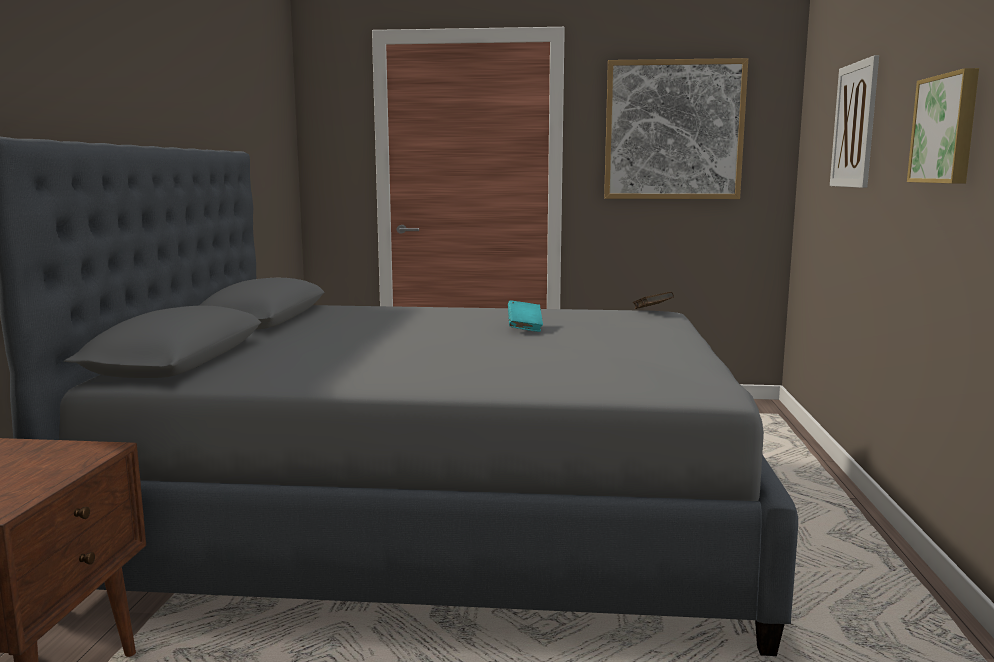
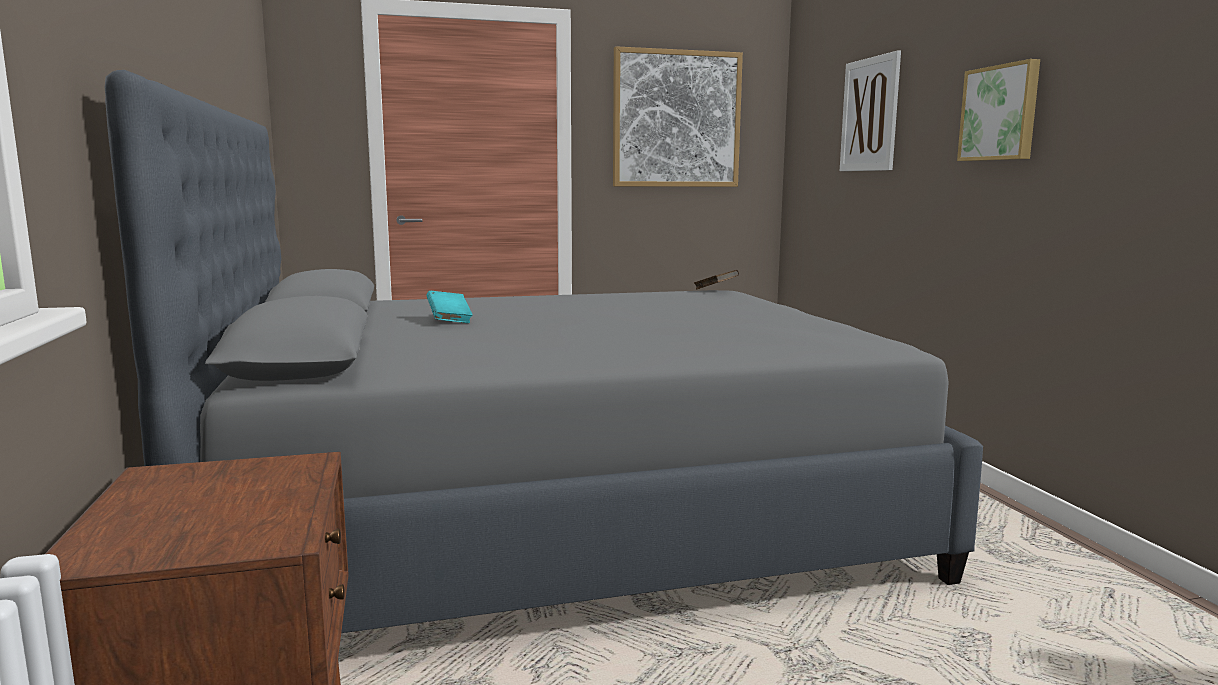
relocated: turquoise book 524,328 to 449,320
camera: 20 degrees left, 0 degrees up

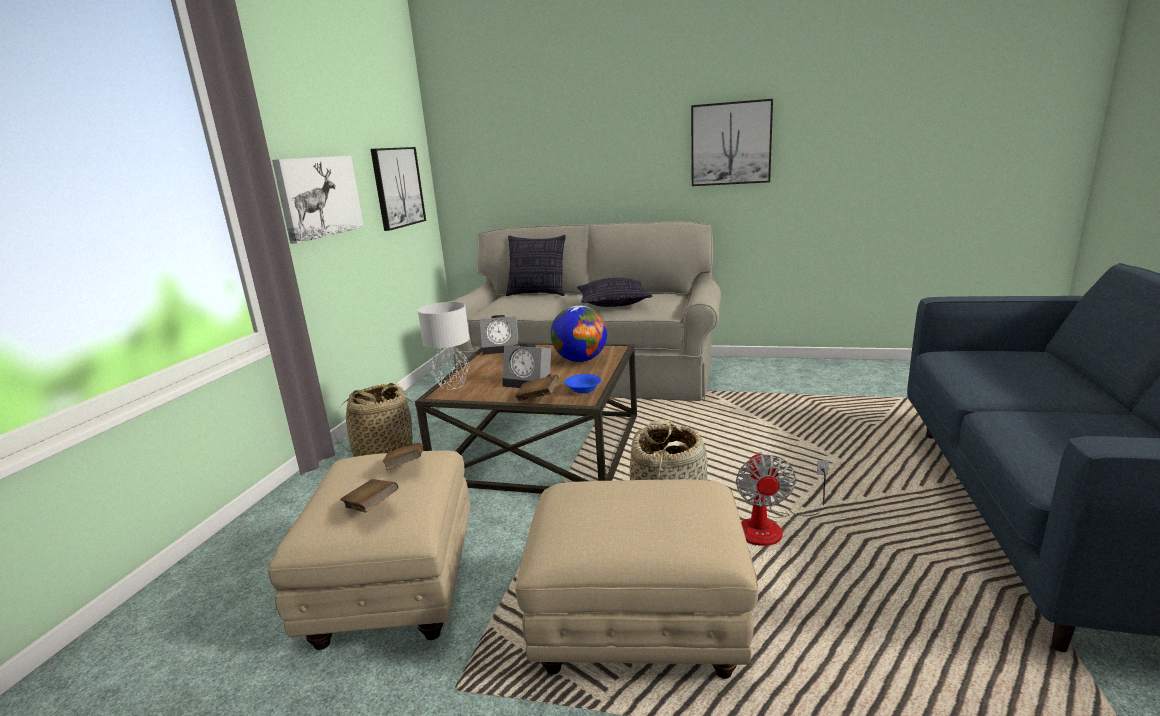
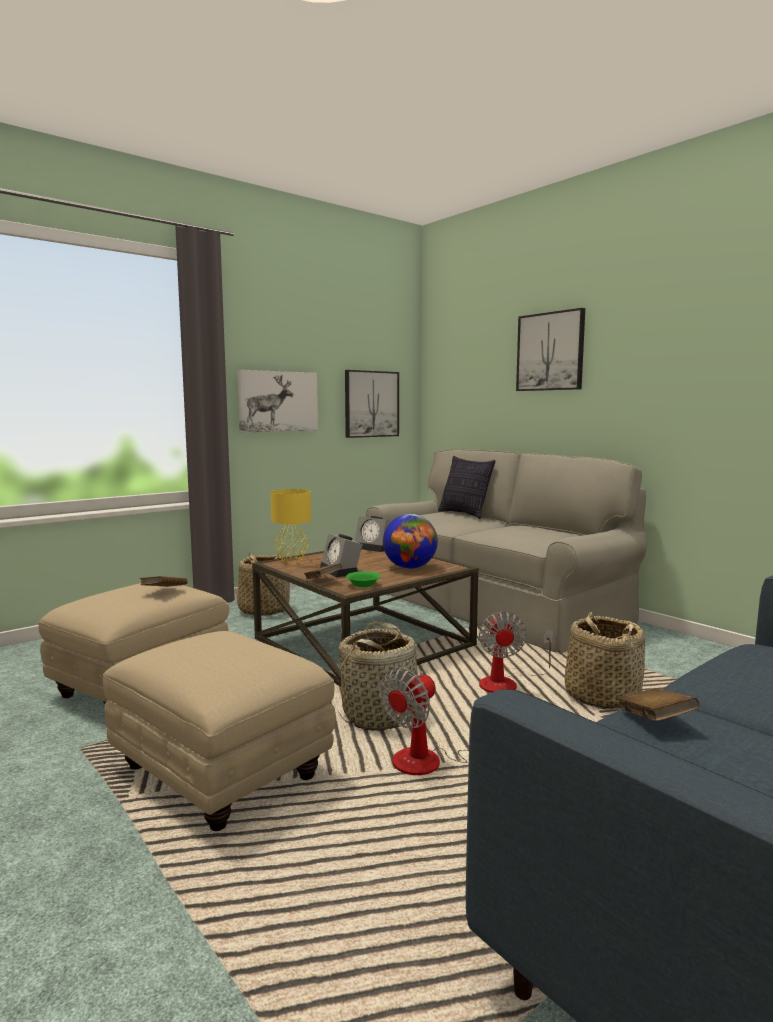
missing: pillow 613,303
appeared: fan 507,683; basket 601,697
relocated: picture 731,143 to 550,351; brown book 371,508 to 655,721
colour: grey table lamp 452,385 to yellow table lamp 291,560; blue bowl 583,390 to green bowl 364,585
camera: 35 degrees right, 10 degrees down

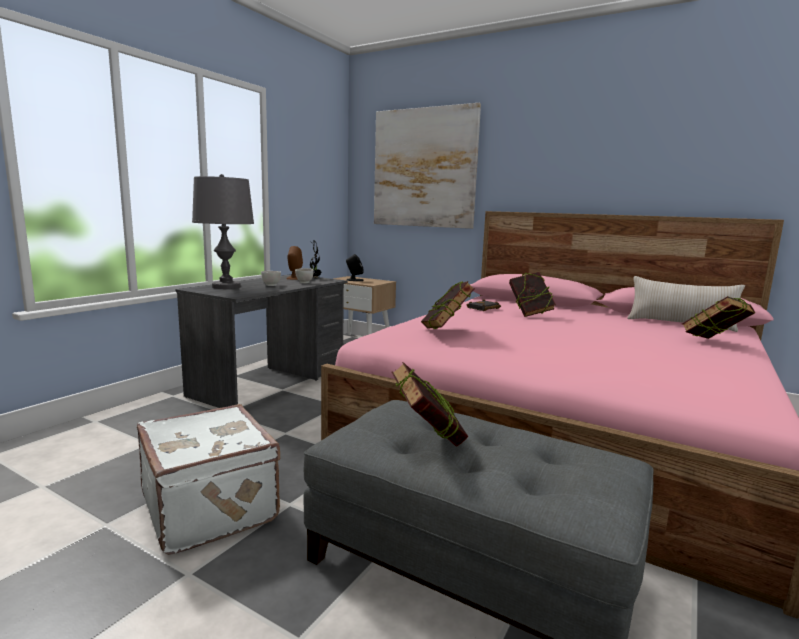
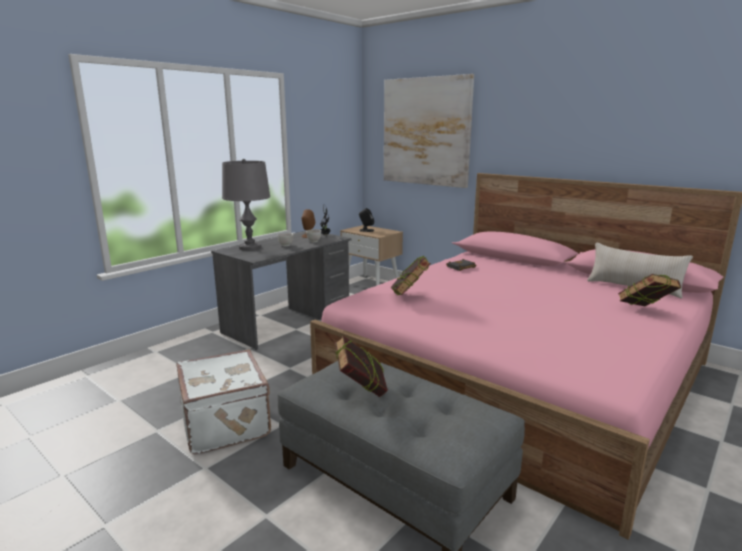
missing: book 530,314
camera: 10 degrees right, 5 degrees up

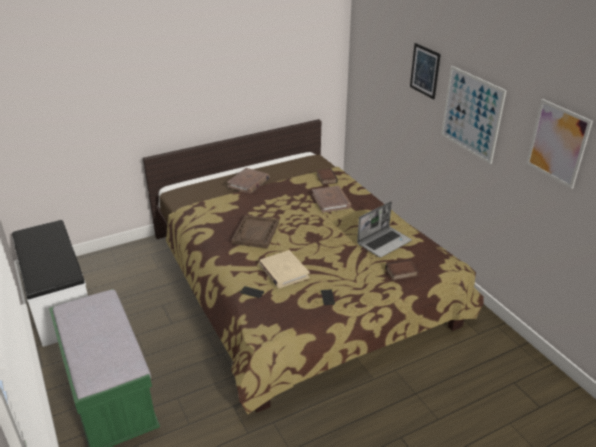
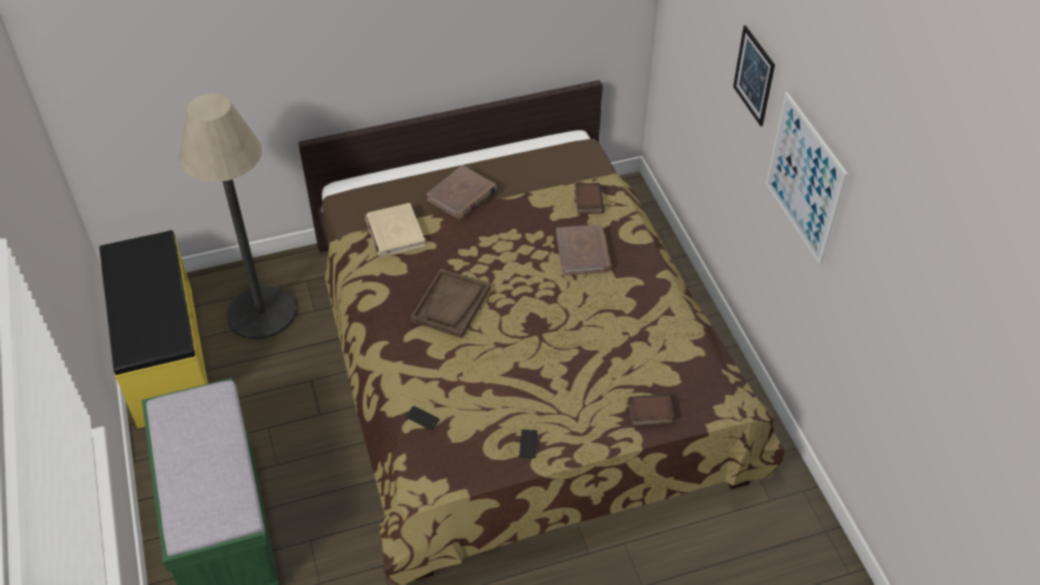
missing: laptop 384,242; picture 557,143
appeared: floor lamp 261,313
relocated: beige book 283,271 to 395,233
colour: white bench 59,303 to yellow bench 164,356
camera: 10 degrees right, 15 degrees up

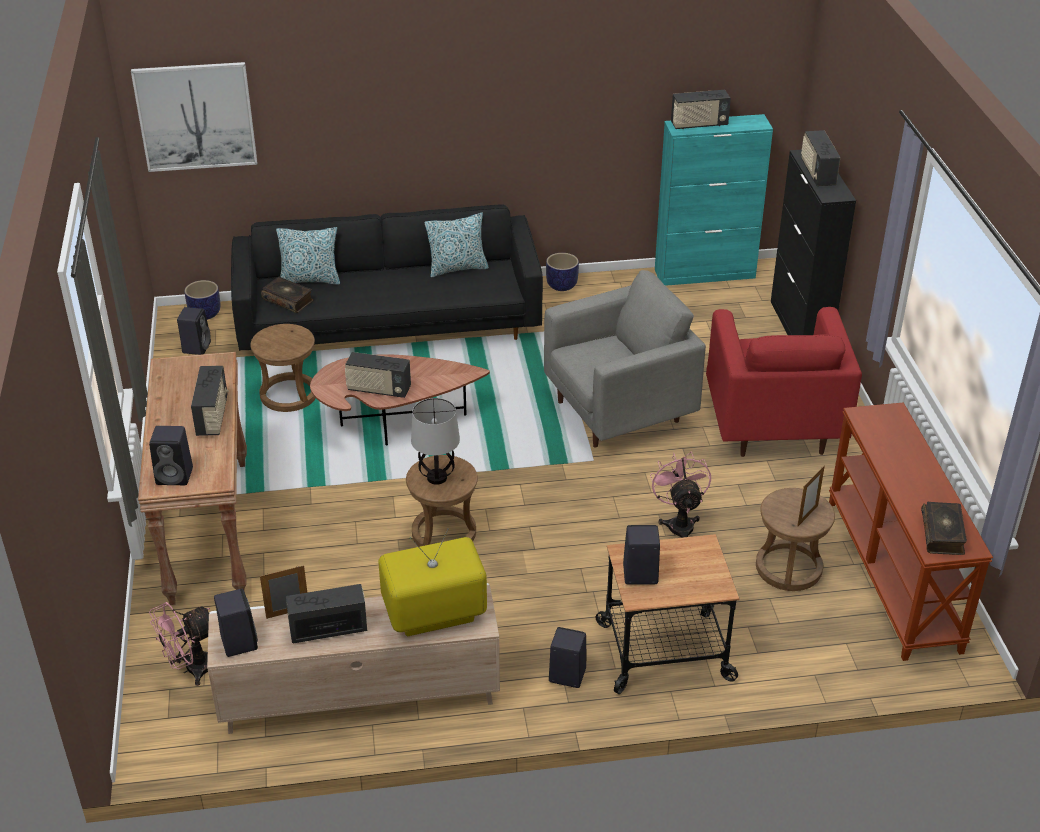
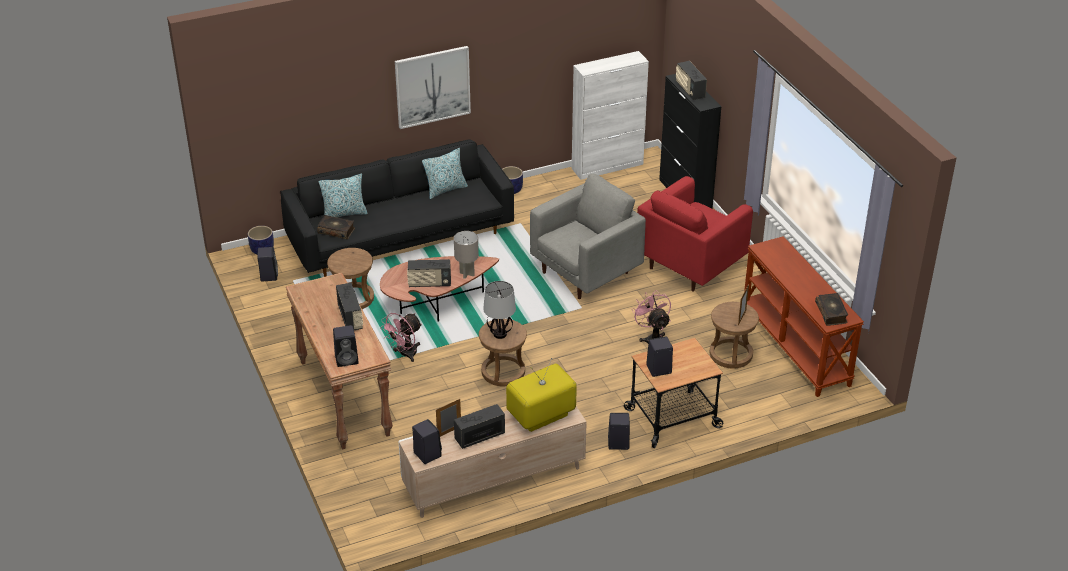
missing: radio 699,124
appeared: grey table lamp 467,274
relocated: pink fan 192,669 to 404,354; picture 196,116 to 432,86
colour: turquoise cabinet 705,274 to white cabinet 608,166
spun: red armchair 773,426 = 690,265 60 degrees clockwise
camera: 15 degrees left, 0 degrees up

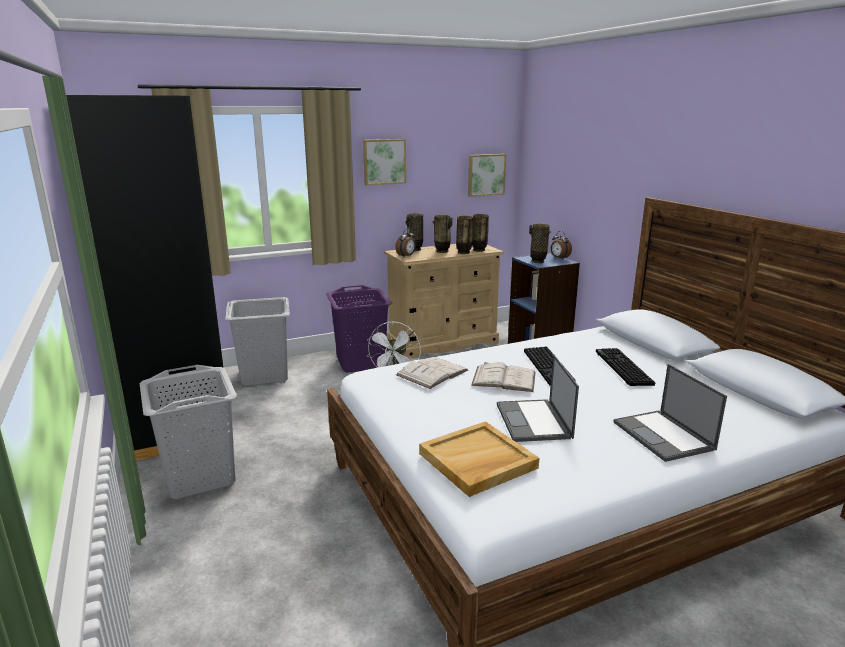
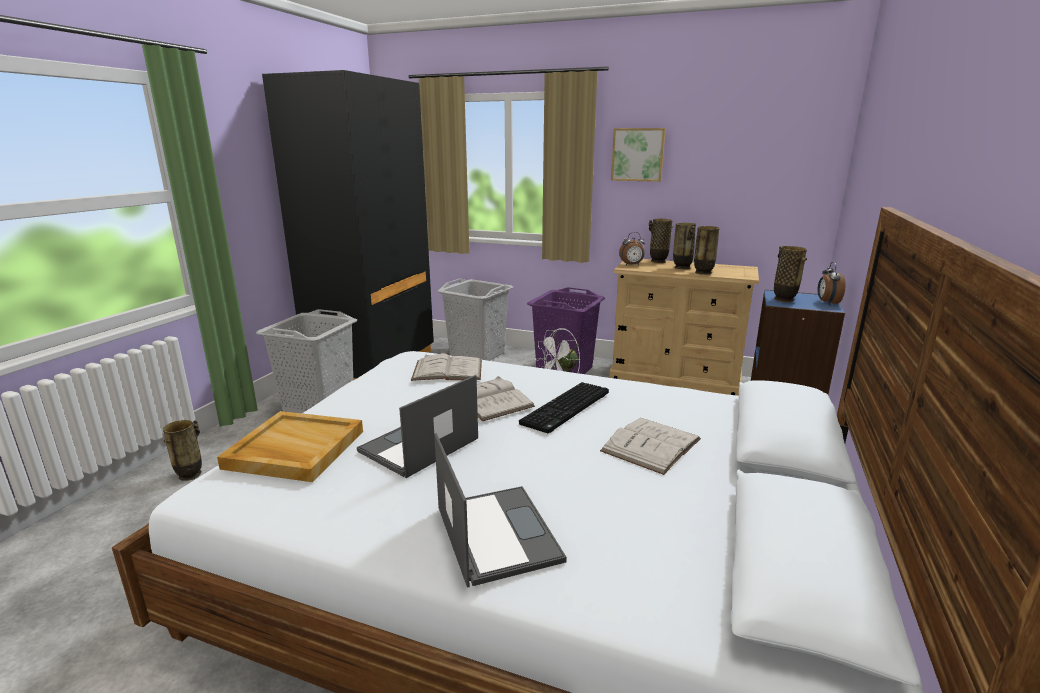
missing: picture 485,174
relocated: vase 479,250 to 190,475
exchanged: keyboard 621,367 to white book 651,445
spun: laptop 664,436 = 496,532 135 degrees clockwise
camera: 45 degrees right, 0 degrees up

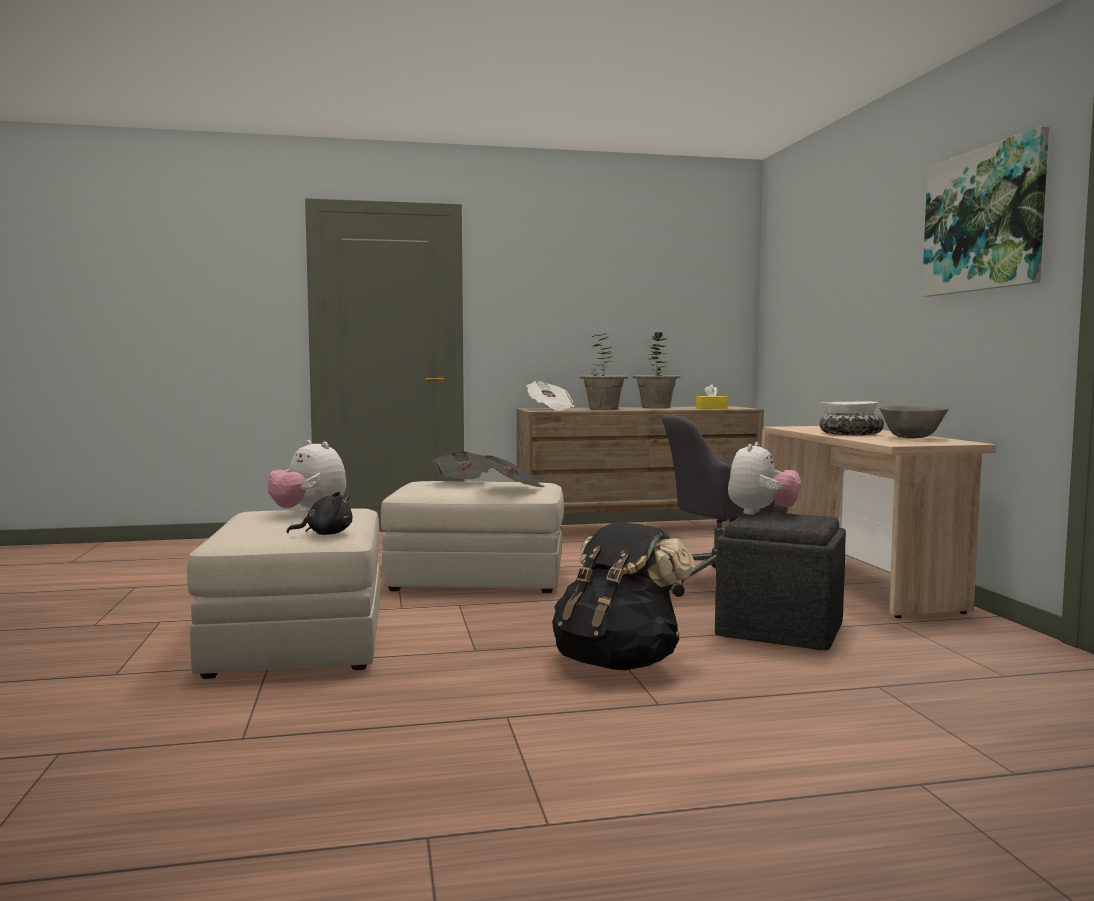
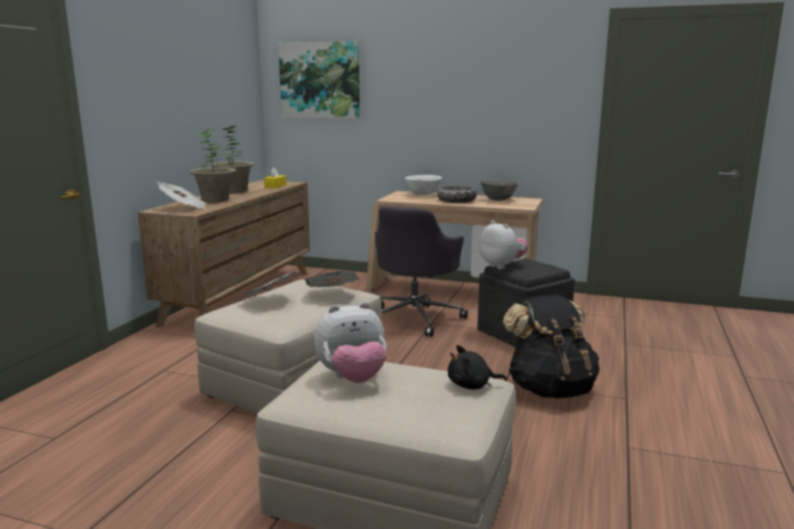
relocated: picture 984,220 to 320,80
spun: black plush toy 325,534 = 472,385 105 degrees counterclockwise
camera: 60 degrees left, 10 degrees up

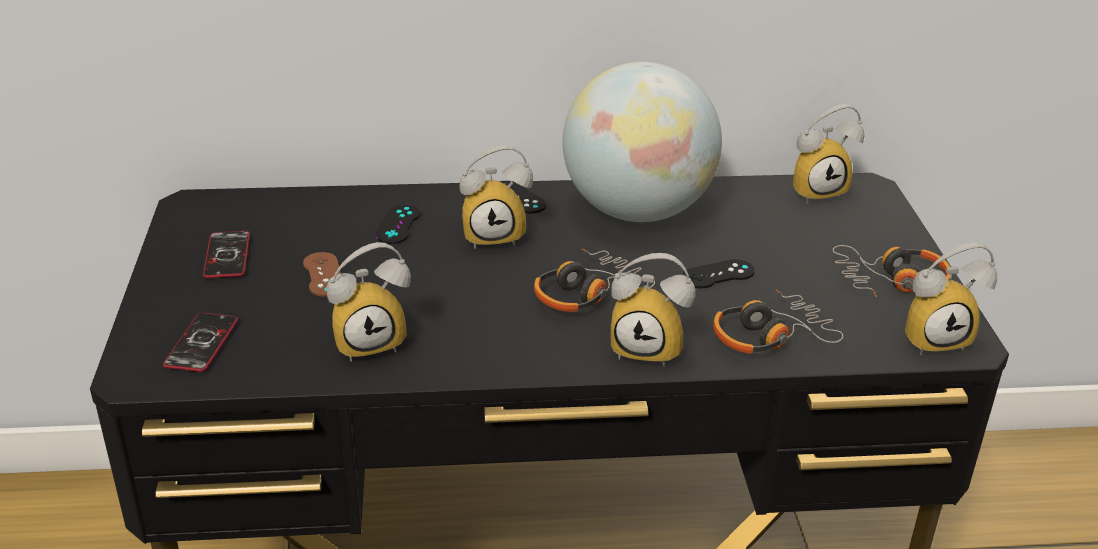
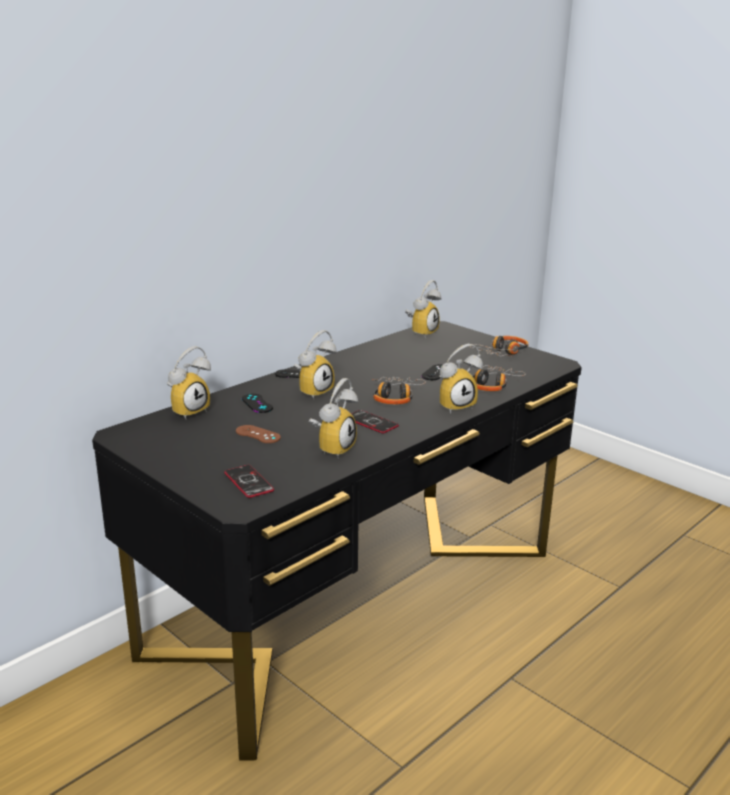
missing: globe 637,211
relocated: alarm clock 934,337 to 188,410; phone 227,256 to 371,422
camera: 40 degrees left, 10 degrees down

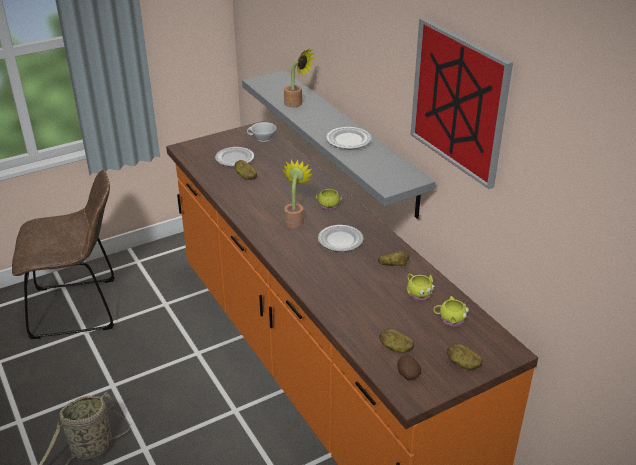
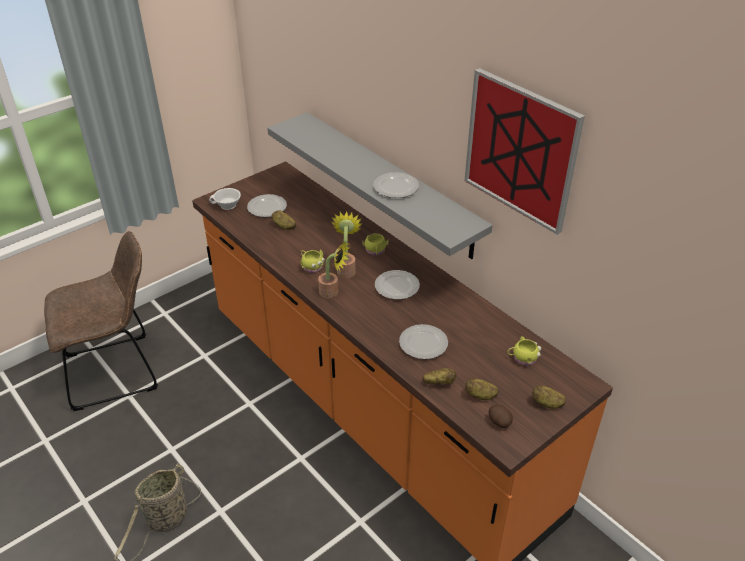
appeared: plate 422,343
relocated: white cup 262,138 to 227,205; yellow mug 418,293 to 311,266; potted plant 296,104 to 332,293; potato 393,265 to 439,383
camera: 10 degrees left, 5 degrees up

